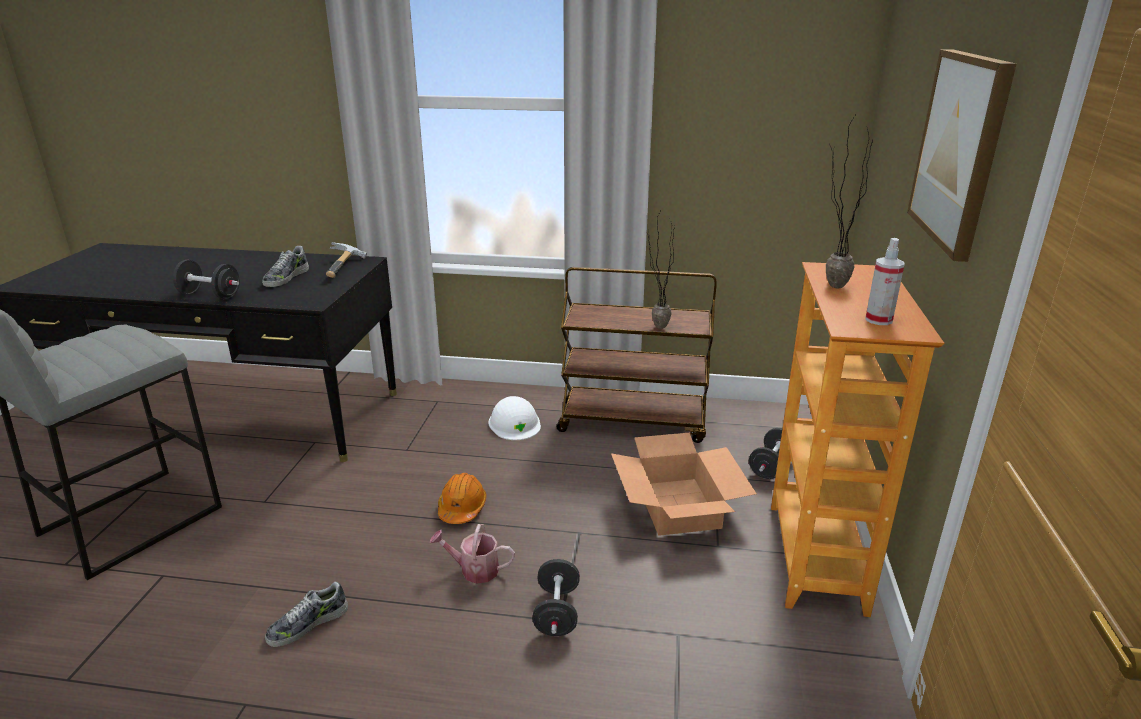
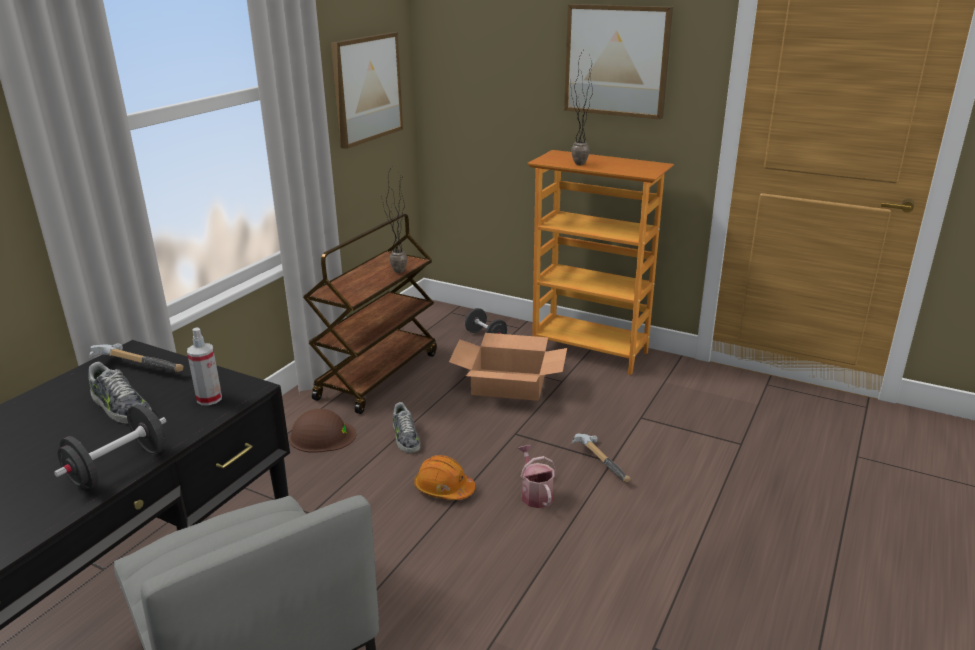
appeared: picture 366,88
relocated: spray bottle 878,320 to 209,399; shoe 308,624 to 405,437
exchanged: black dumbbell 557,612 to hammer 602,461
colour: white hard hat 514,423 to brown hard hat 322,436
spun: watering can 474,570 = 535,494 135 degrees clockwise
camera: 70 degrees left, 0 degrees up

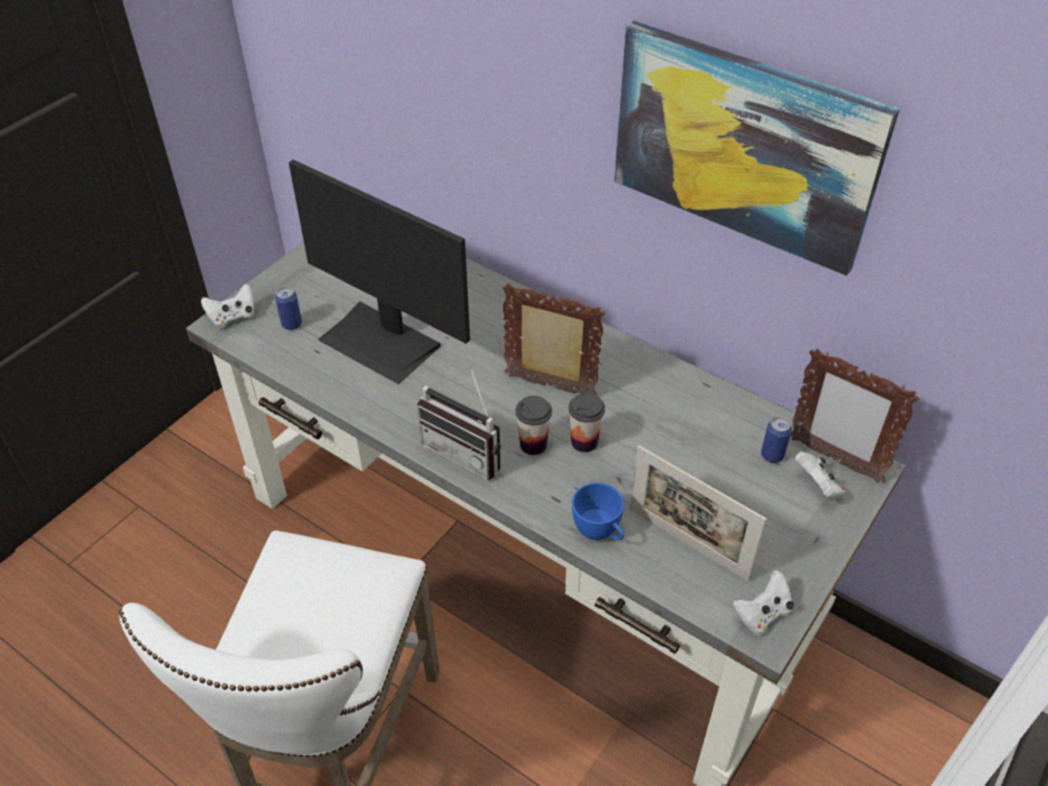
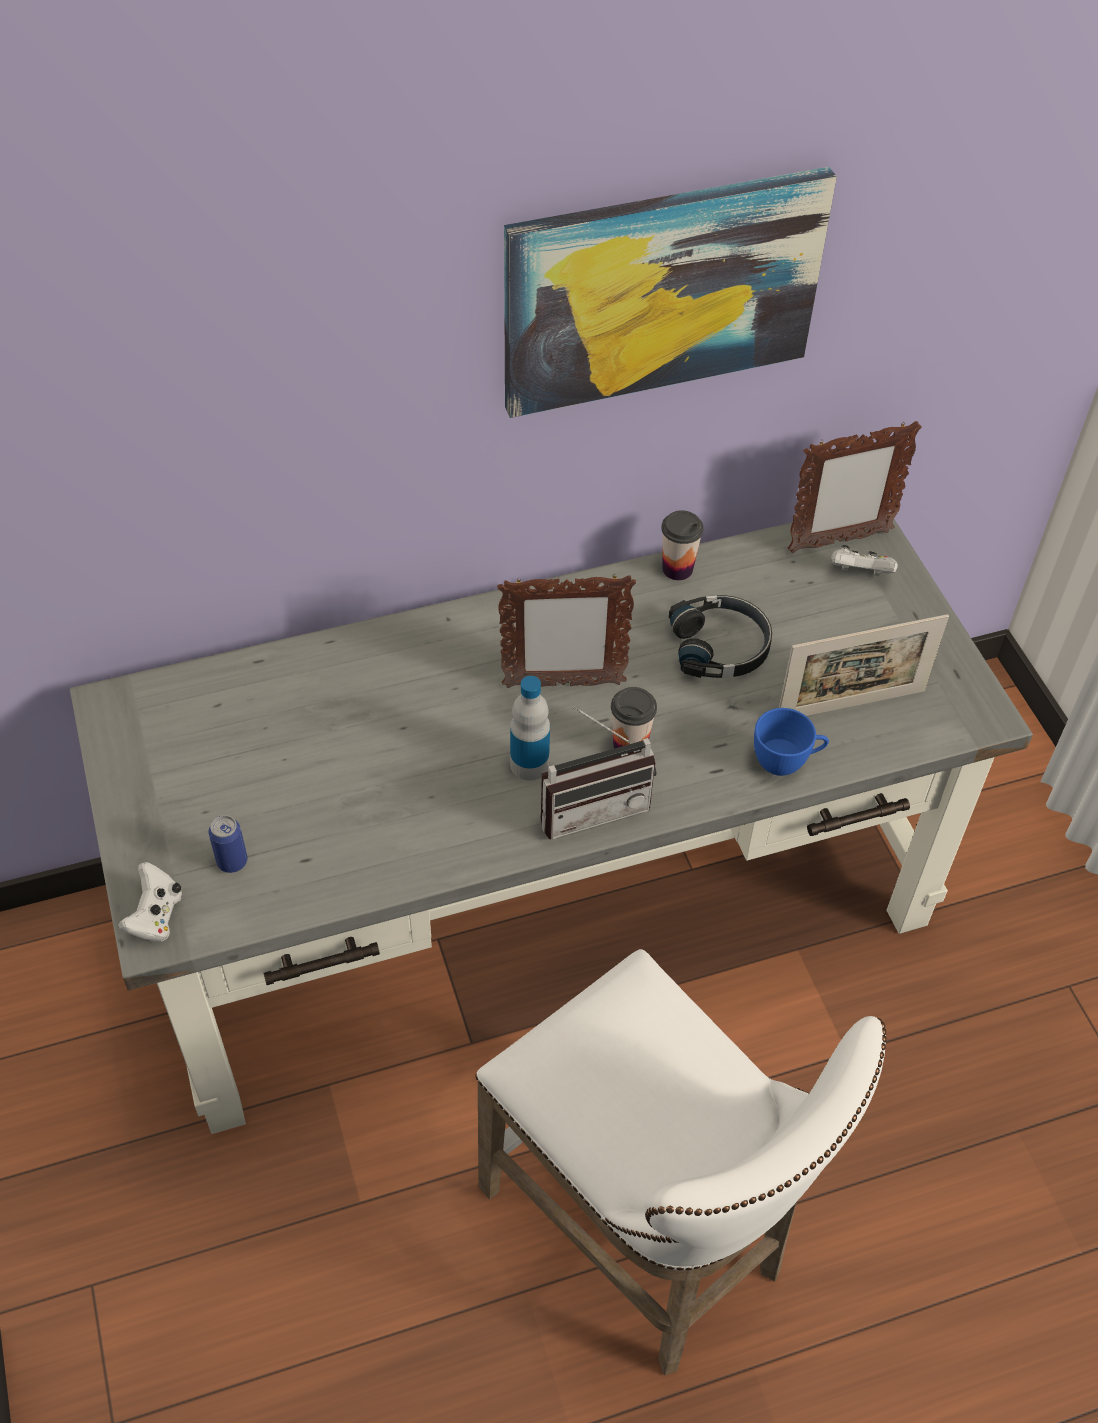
missing: monitor 381,341; white game controller 762,614; can 772,455
appeared: bottle 529,764; black headphones 720,646
relocated: cup 584,442 to 677,569
spun: picture frame 550,387 = 562,684 150 degrees counterclockwise
camera: 55 degrees left, 5 degrees up

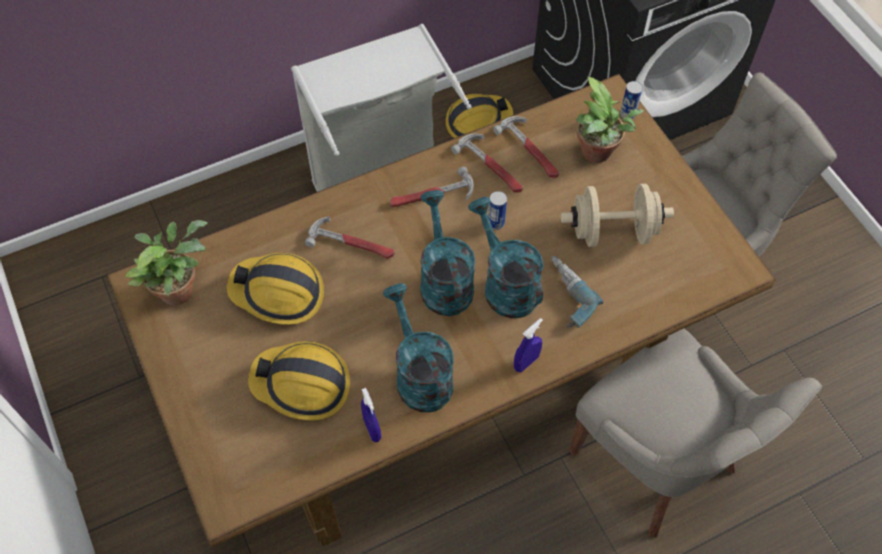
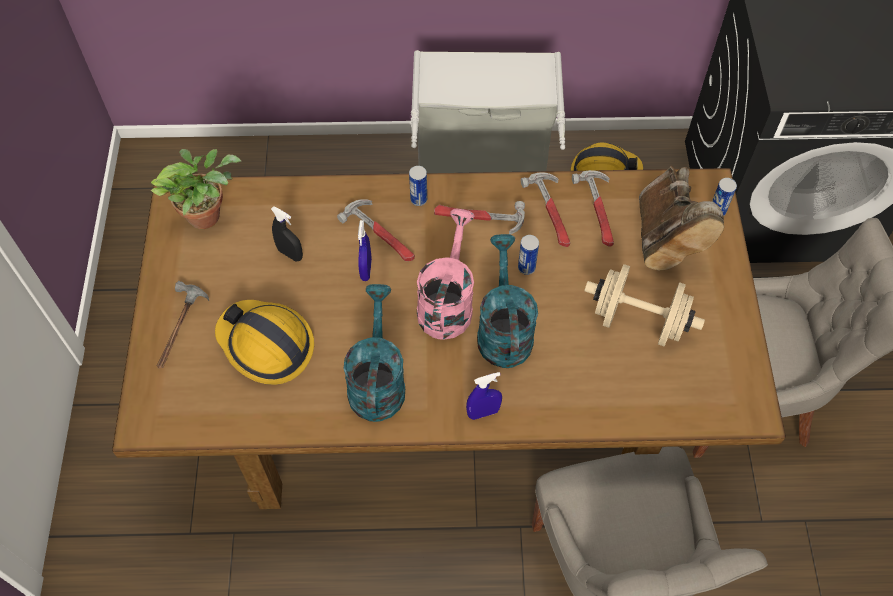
missing: power drill 564,296
appeared: hammer 179,328; can 418,199
relocated: blue spray bottle 372,429 to 366,270
exchanged: hard hat 278,293 to black spray bottle 290,254; potted plant 598,154 to brown boot 665,240
colour: turquoise watering can 444,281 to pink watering can 446,302
camera: 25 degrees right, 0 degrees up

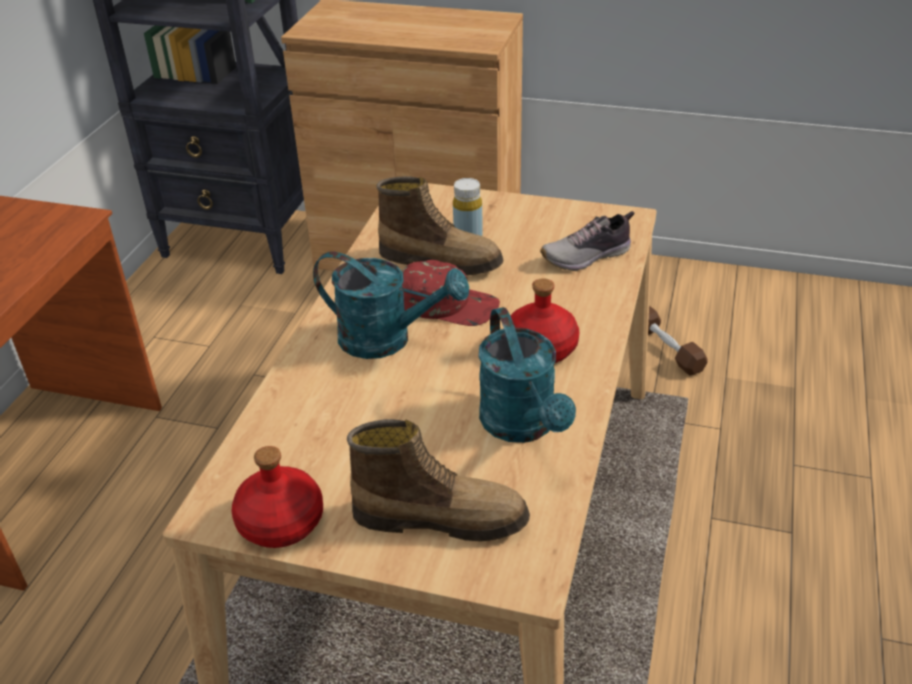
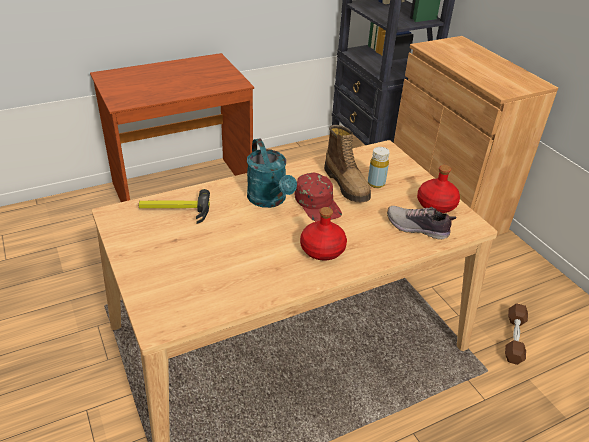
missing: boot 440,517; turquoise watering can 523,426
appeared: hammer 174,210
relocated: red bottle 280,521 to 436,204
camera: 45 degrees right, 0 degrees up

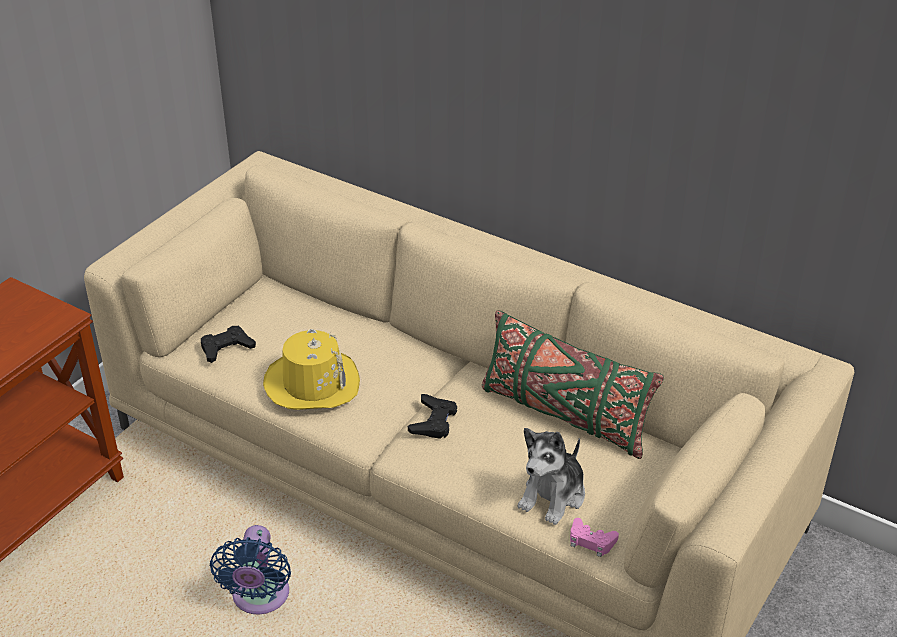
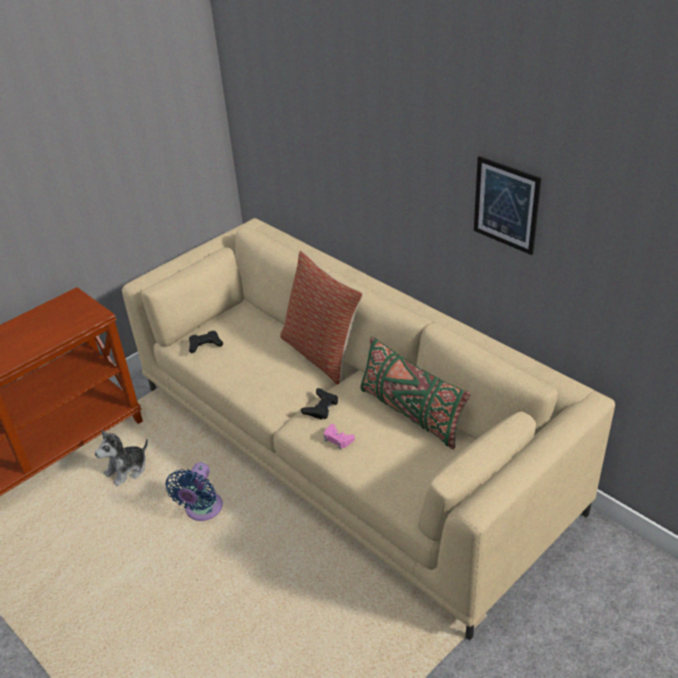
missing: yellow hat 312,383
appeared: pillow 321,353; picture 506,205
relocated: plush toy 553,496 to 127,470; pink game controller 591,541 to 338,439
camera: 15 degrees right, 0 degrees up

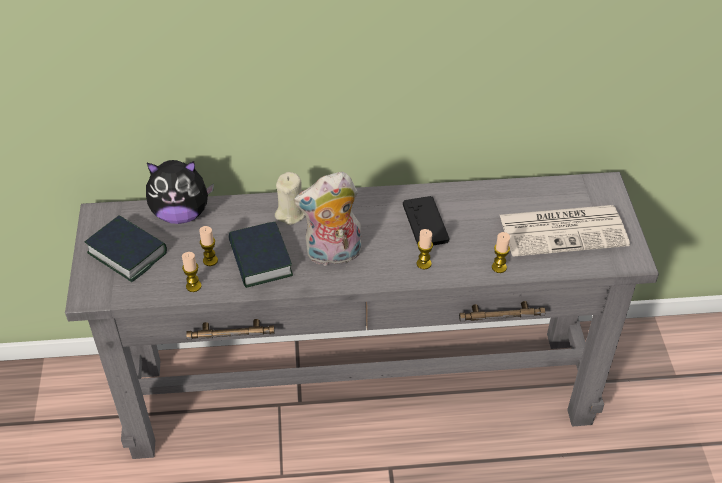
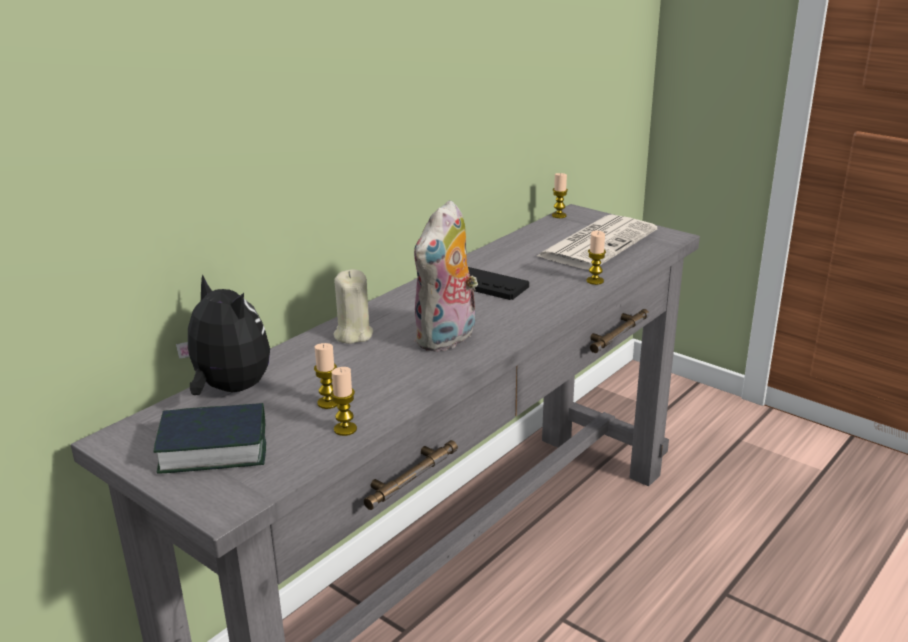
missing: book 260,260
relocated: candle 424,263 to 559,215
spun: plush toy 181,214 = 228,389 90 degrees counterclockwise
camera: 45 degrees left, 20 degrees down

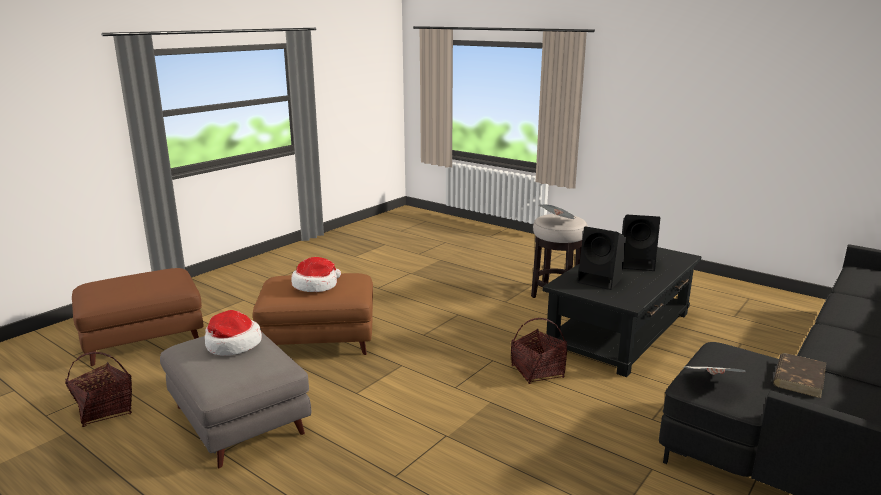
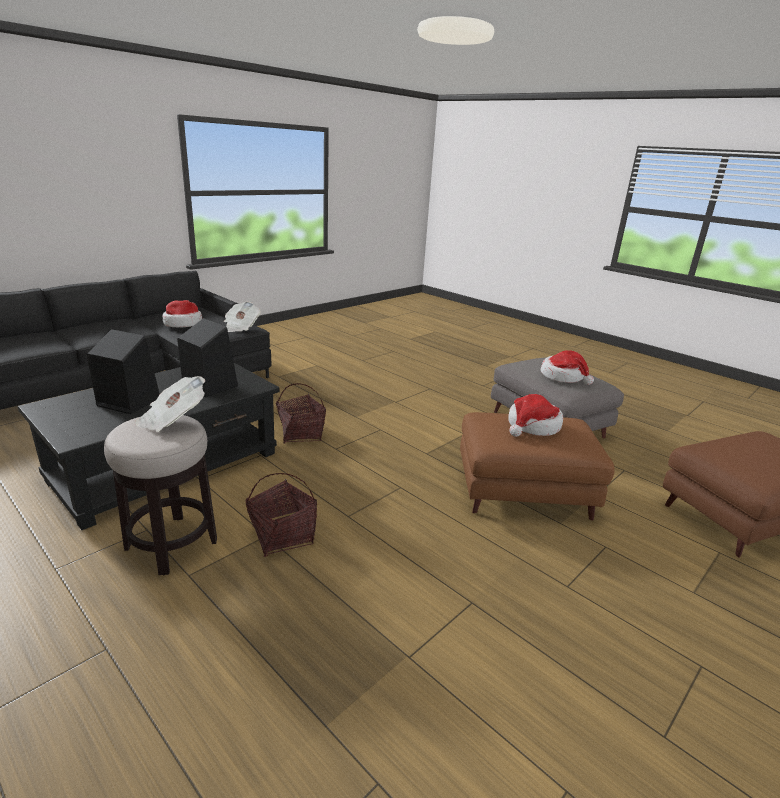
relocated: basket 105,411 to 282,535
exchanged: brown book 799,377 to hat 183,324
camera: 175 degrees left, 5 degrees up

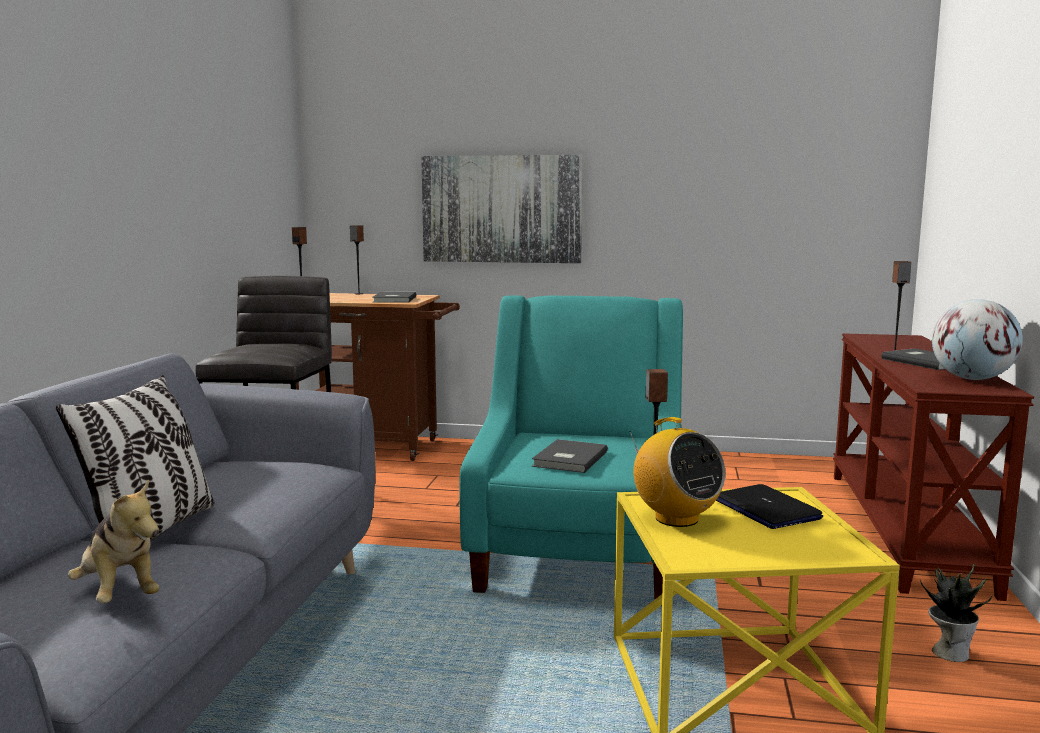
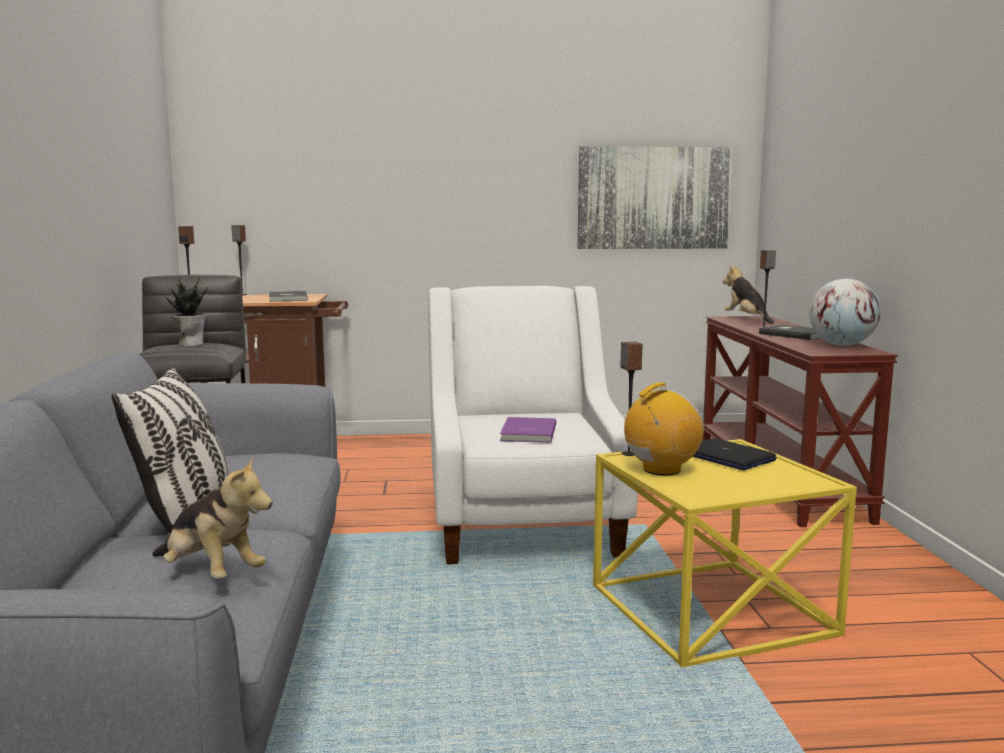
appeared: plush toy 747,319
relocated: potted plant 949,652 to 190,344; picture 501,209 to 653,198
colour: turquoise armchair 579,555 to white armchair 524,525; grey book 568,459 to purple book 526,433
spun: radio 675,518 = 661,470 75 degrees counterclockwise
camera: 15 degrees left, 0 degrees up

